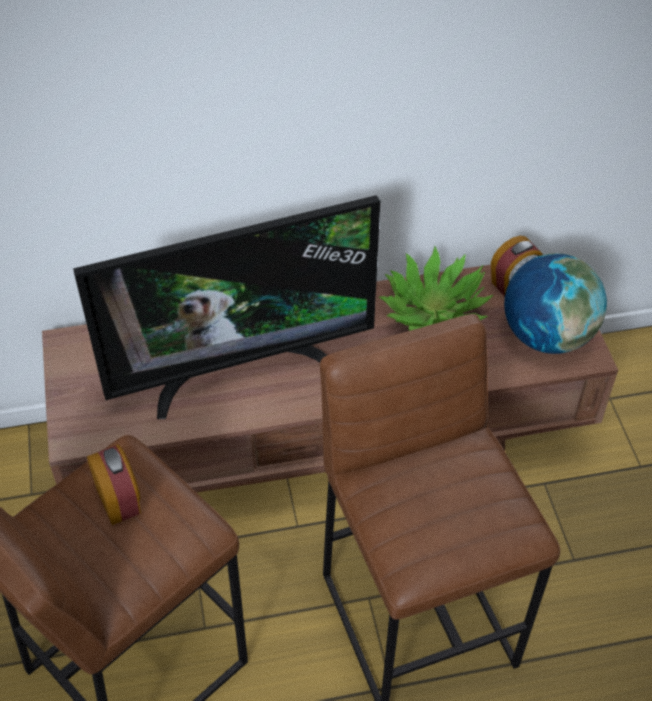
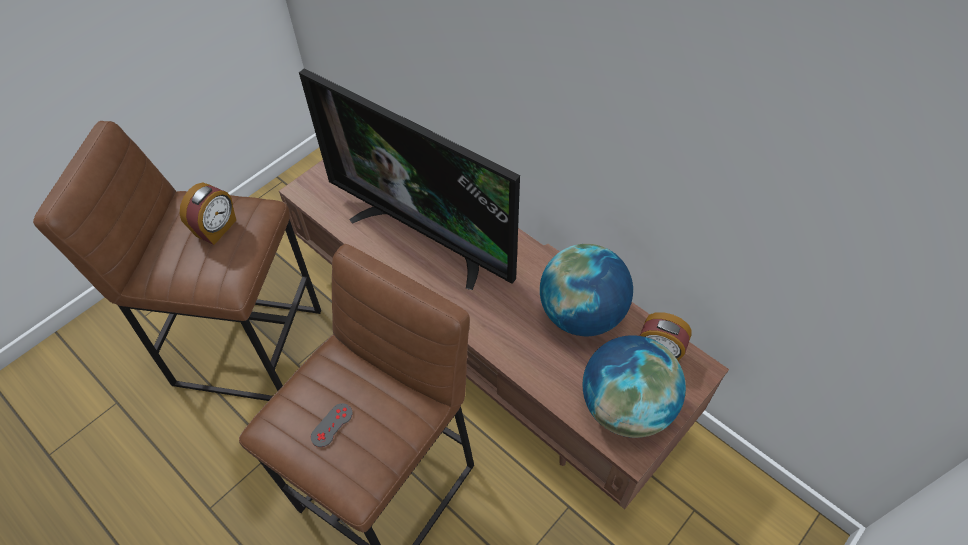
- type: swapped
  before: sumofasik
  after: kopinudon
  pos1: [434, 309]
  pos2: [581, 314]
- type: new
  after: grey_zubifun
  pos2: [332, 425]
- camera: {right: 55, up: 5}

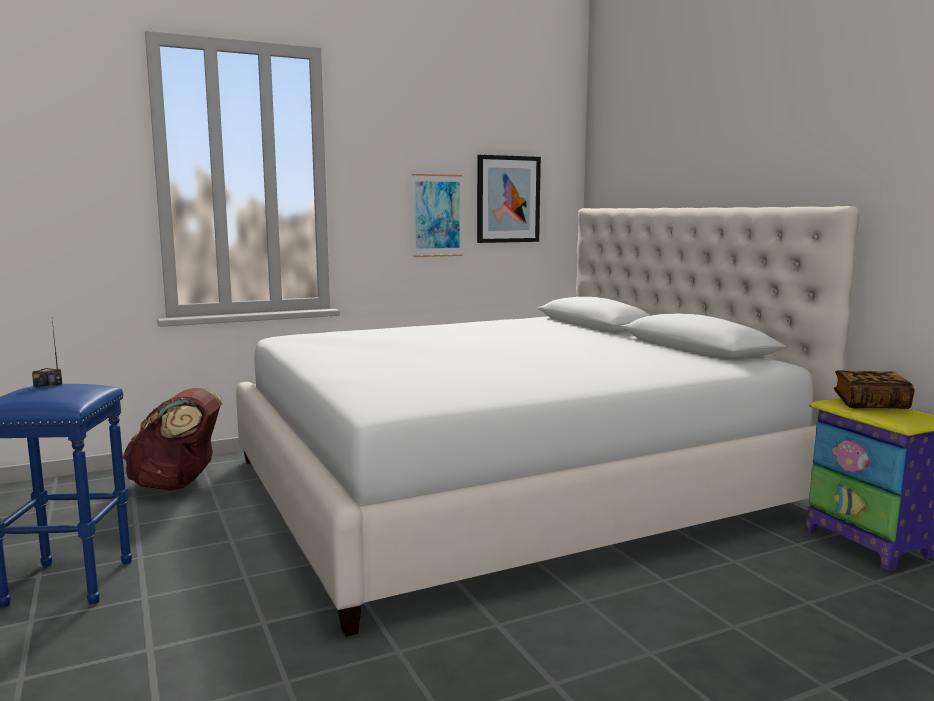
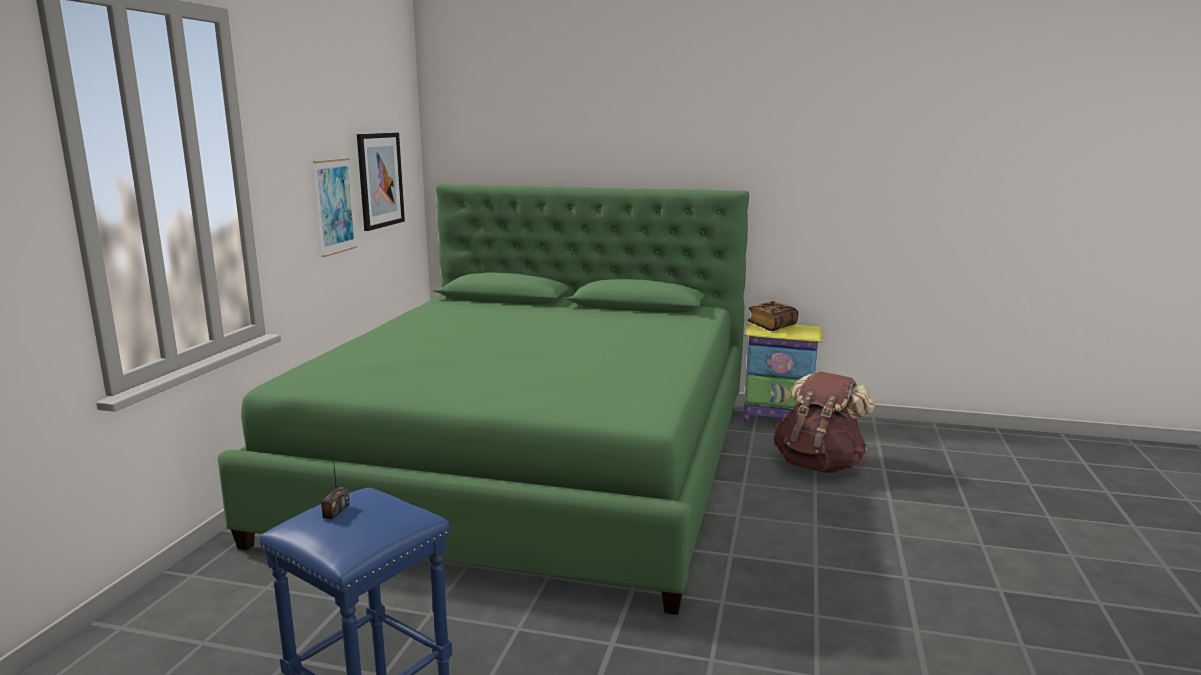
- type: shifted
  before: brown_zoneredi
  pos1: [178, 484]
  pos2: [819, 465]
- type: repainted
  before: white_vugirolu
  after: green_vugirolu
  pos1: [508, 485]
  pos2: [533, 464]
- camera: {right: -50, up: 5}

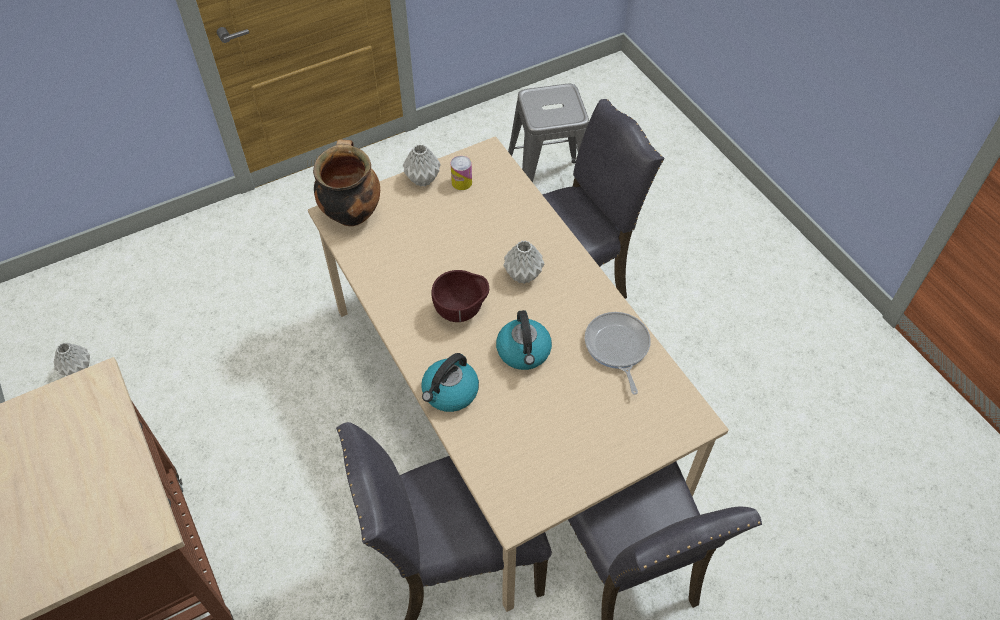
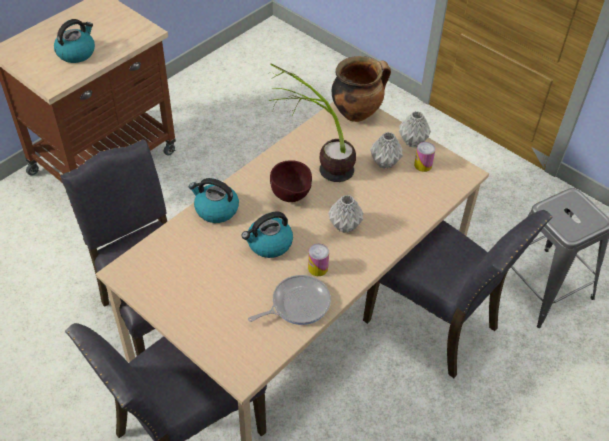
- type: shifted
  before: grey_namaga
  pos1: [78, 369]
  pos2: [385, 163]
- type: new
  after: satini
  pos2: [76, 52]
- type: new
  after: sumofasik
  pos2: [316, 165]
- type: new
  after: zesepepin
  pos2: [318, 268]
- camera: {right: 70, up: -5}

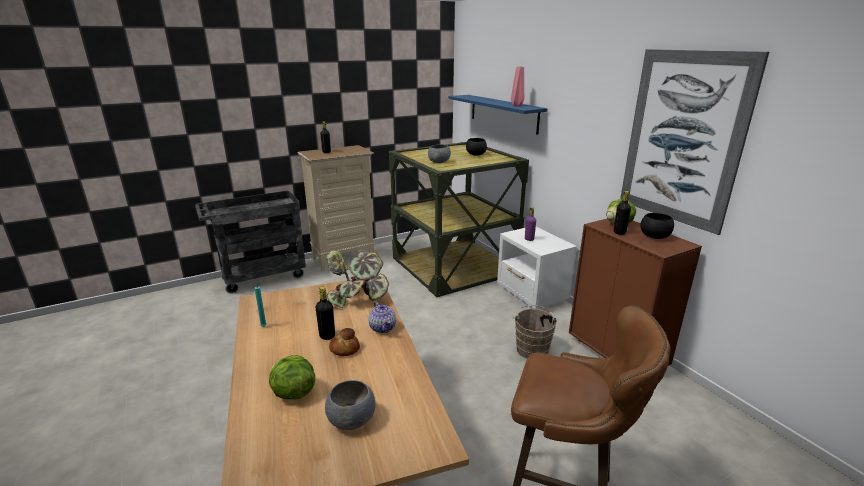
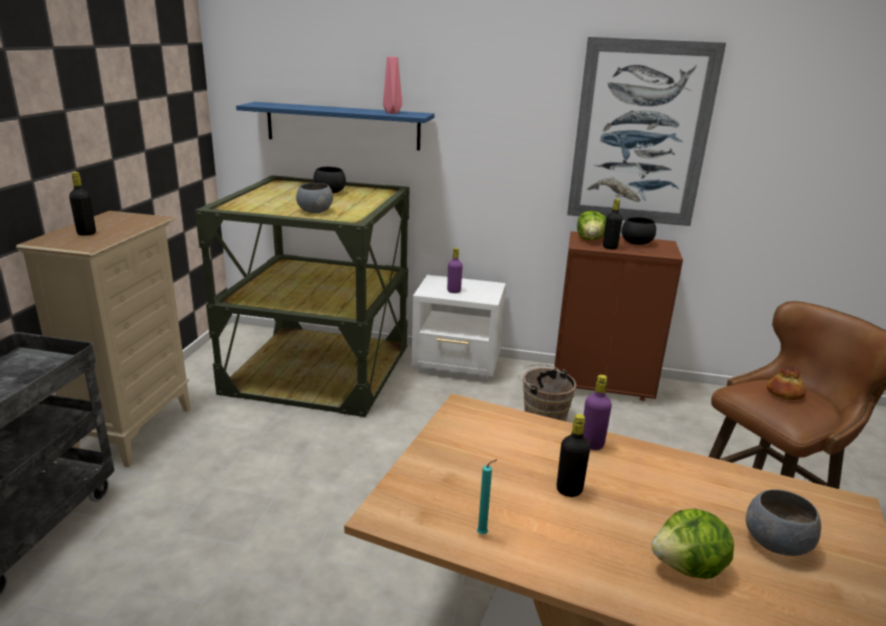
- type: gone
  before: sumofasik
  pos1: [358, 297]
- type: shifted
  before: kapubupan
  pos1: [344, 349]
  pos2: [785, 393]
- type: swapped
  before: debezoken
  after: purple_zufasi
  pos1: [383, 327]
  pos2: [592, 444]
- camera: {right: -50, up: 0}

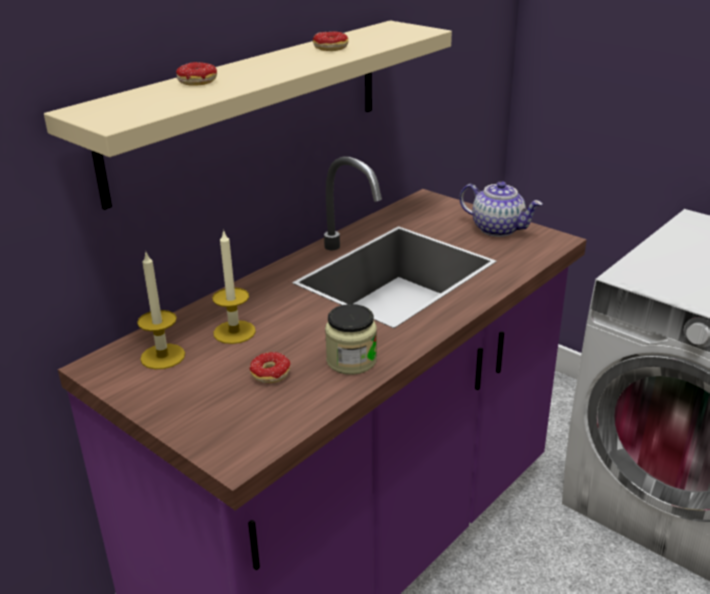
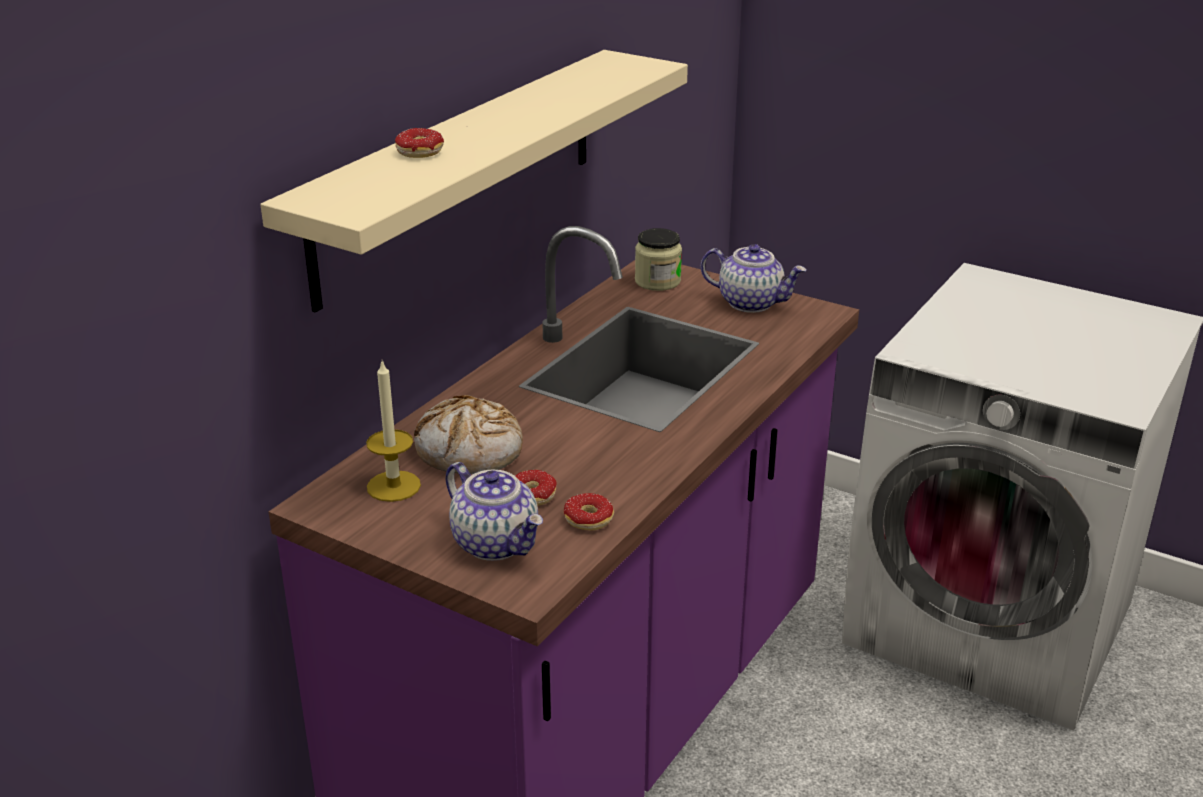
- type: swapped
  before: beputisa
  after: kapubupan
  pos1: [234, 332]
  pos2: [470, 451]
- type: shifted
  before: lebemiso
  pos1: [326, 49]
  pos2: [583, 524]
- type: shifted
  before: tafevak
  pos1: [351, 361]
  pos2: [657, 281]
- type: new
  after: debezoken
  pos2: [497, 543]
- camera: {right: -10, up: 0}

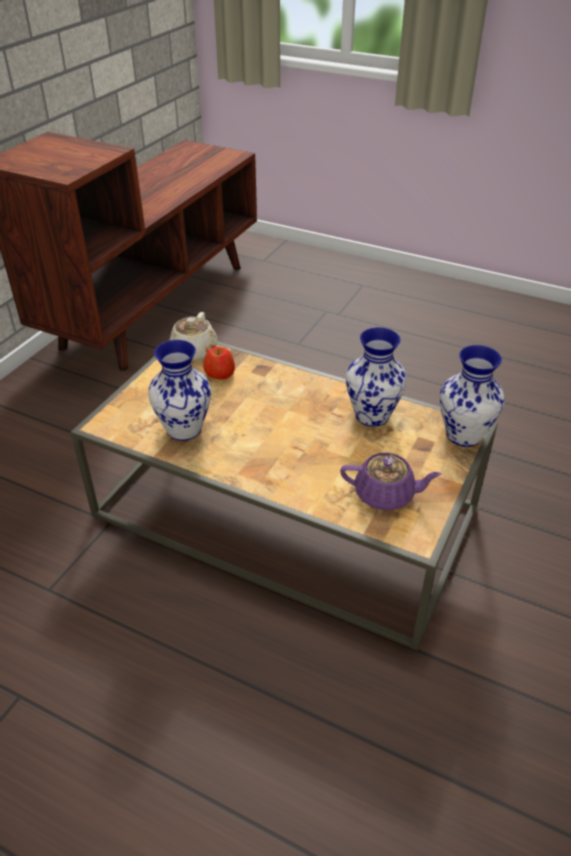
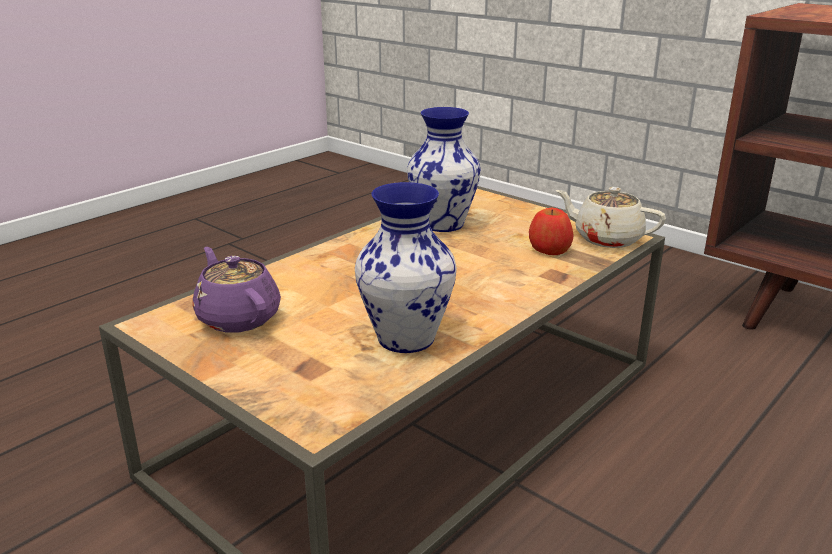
- type: rotated
  before: purple_debezoken
  pos1: [385, 495]
  pos2: [238, 317]
  turn: 120
- type: gone
  before: namaga
  pos1: [463, 435]
- camera: {right: 105, up: -15}

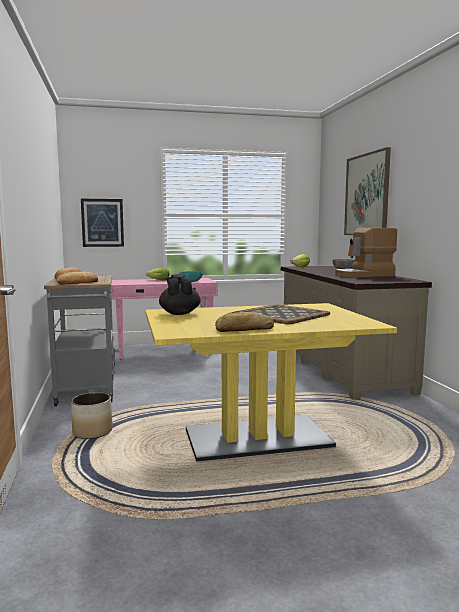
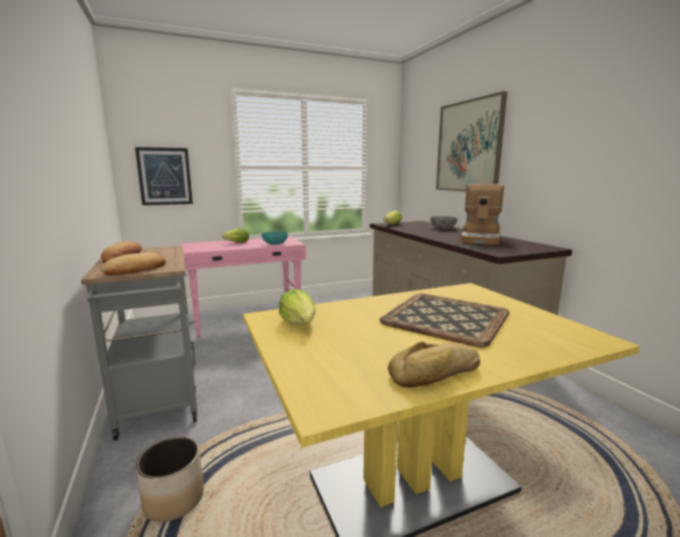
- type: swapped
  before: black_debezoken
  after: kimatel
  pos1: [179, 313]
  pos2: [299, 323]
- type: rotated
  before: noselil
  pos1: [364, 275]
  pos2: [481, 239]
  turn: -45
- camera: {right: -10, up: 5}

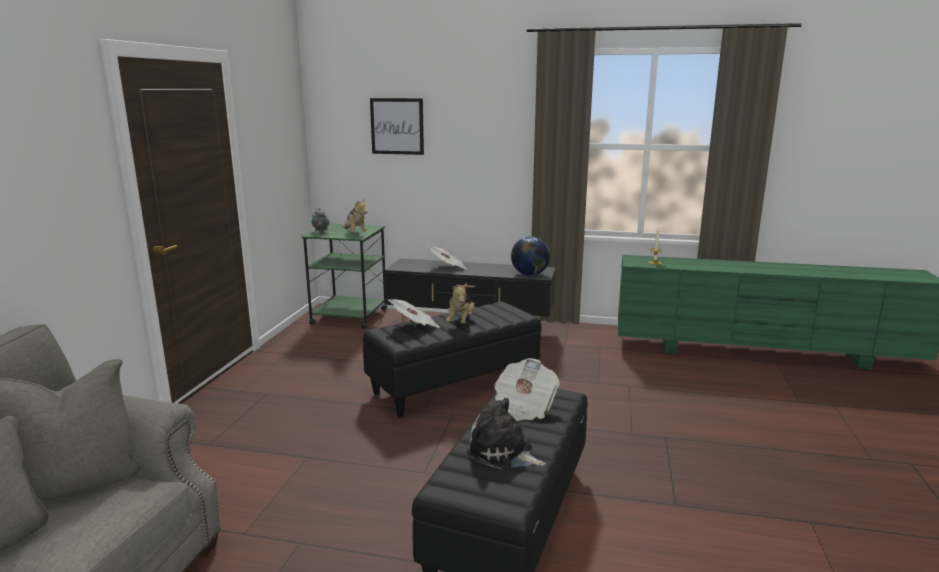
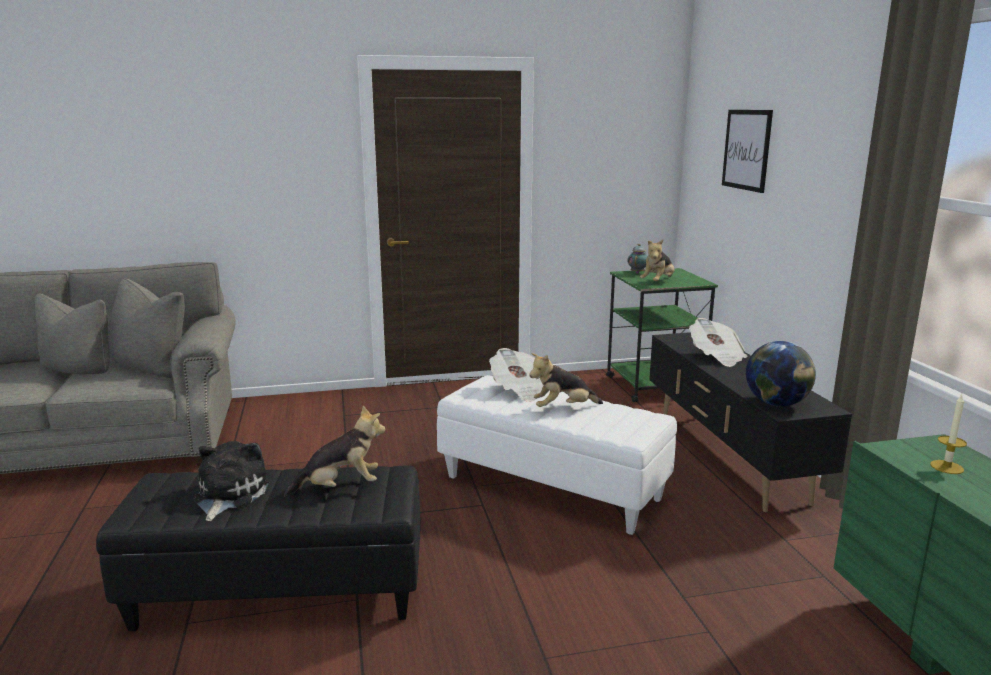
- type: repainted
  before: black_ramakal
  after: white_ramakal
  pos1: [454, 385]
  pos2: [552, 488]
- type: swapped
  before: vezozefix
  after: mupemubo
  pos1: [523, 407]
  pos2: [341, 487]
- camera: {right: 65, up: 0}

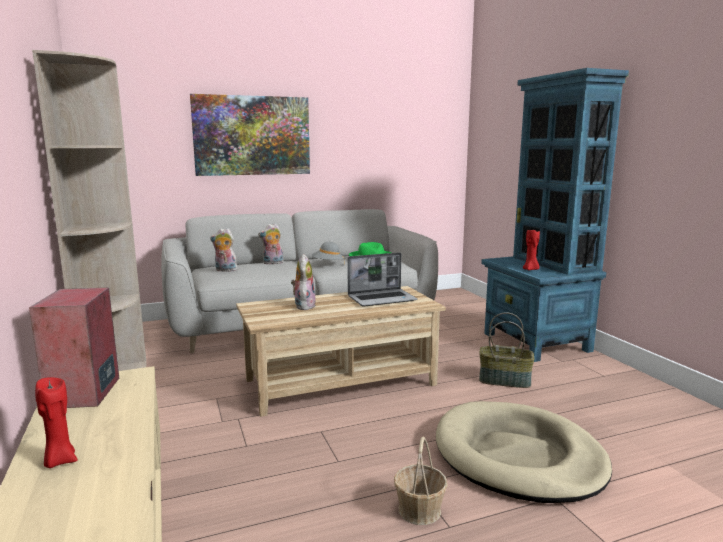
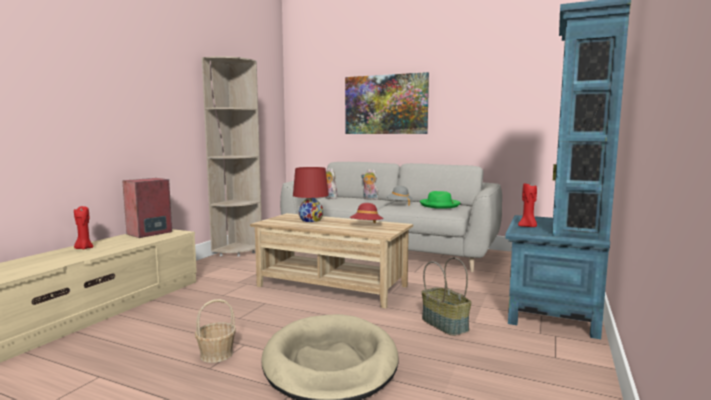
- type: swapped
  before: mupemubo
  after: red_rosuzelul
  pos1: [303, 306]
  pos2: [311, 220]
- type: swapped
  before: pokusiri
  after: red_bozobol
  pos1: [382, 299]
  pos2: [366, 226]
- camera: {right: 45, up: -5}

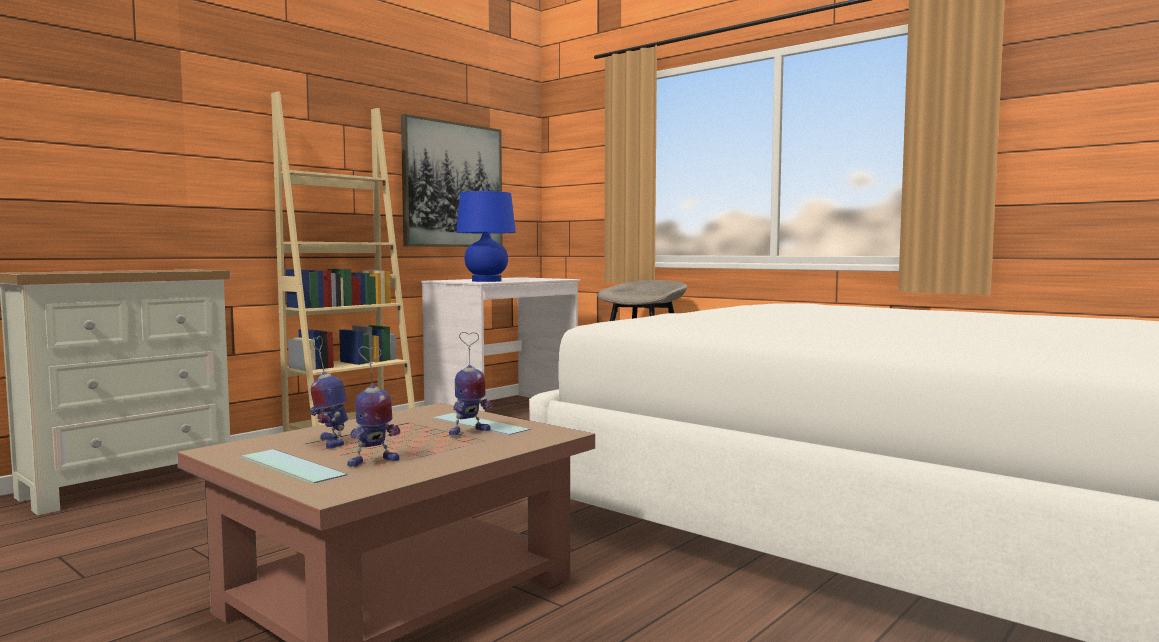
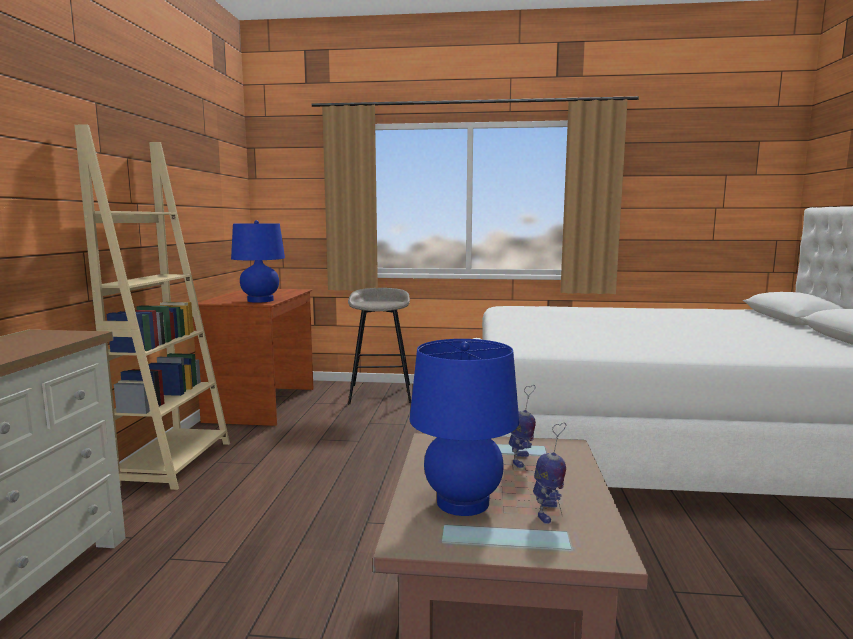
- type: swapped
  before: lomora
  after: blue_rosuzelul
  pos1: [330, 442]
  pos2: [463, 502]
- type: gone
  before: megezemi
  pos1: [452, 185]
- type: repainted
  before: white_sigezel
  after: brown_sigezel
  pos1: [504, 409]
  pos2: [263, 404]
- camera: {right: -35, up: 5}

